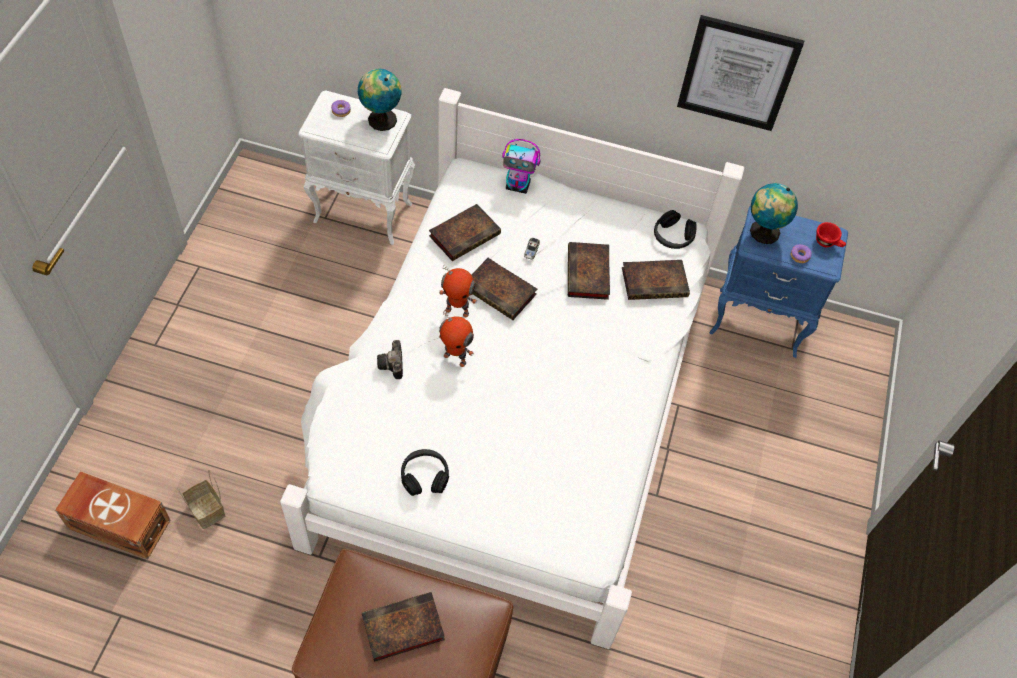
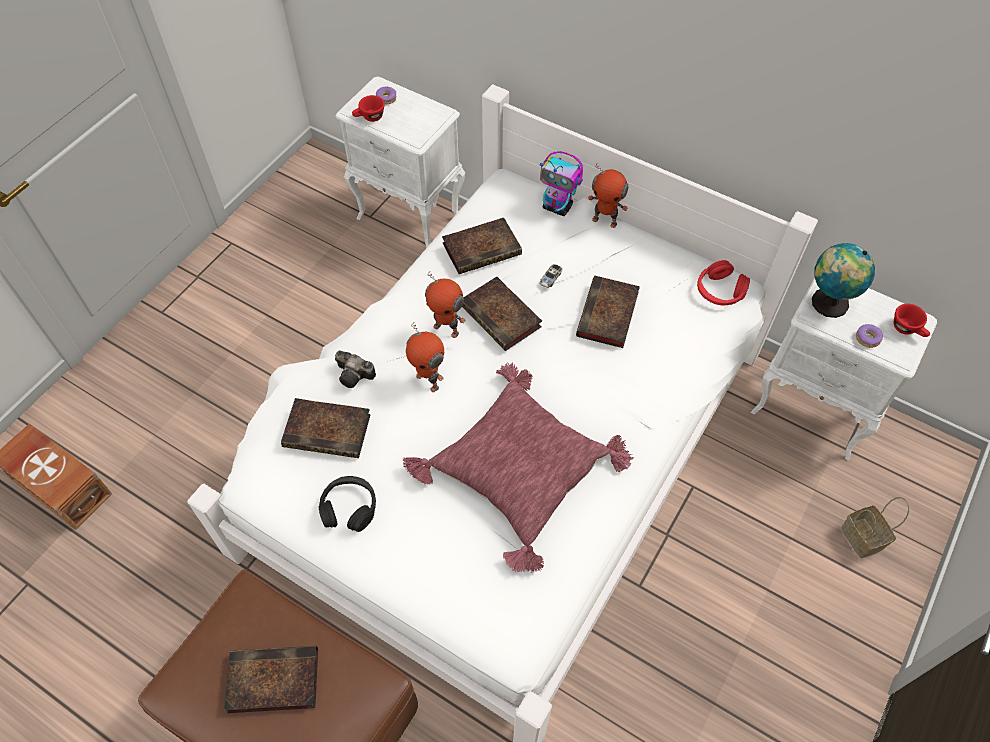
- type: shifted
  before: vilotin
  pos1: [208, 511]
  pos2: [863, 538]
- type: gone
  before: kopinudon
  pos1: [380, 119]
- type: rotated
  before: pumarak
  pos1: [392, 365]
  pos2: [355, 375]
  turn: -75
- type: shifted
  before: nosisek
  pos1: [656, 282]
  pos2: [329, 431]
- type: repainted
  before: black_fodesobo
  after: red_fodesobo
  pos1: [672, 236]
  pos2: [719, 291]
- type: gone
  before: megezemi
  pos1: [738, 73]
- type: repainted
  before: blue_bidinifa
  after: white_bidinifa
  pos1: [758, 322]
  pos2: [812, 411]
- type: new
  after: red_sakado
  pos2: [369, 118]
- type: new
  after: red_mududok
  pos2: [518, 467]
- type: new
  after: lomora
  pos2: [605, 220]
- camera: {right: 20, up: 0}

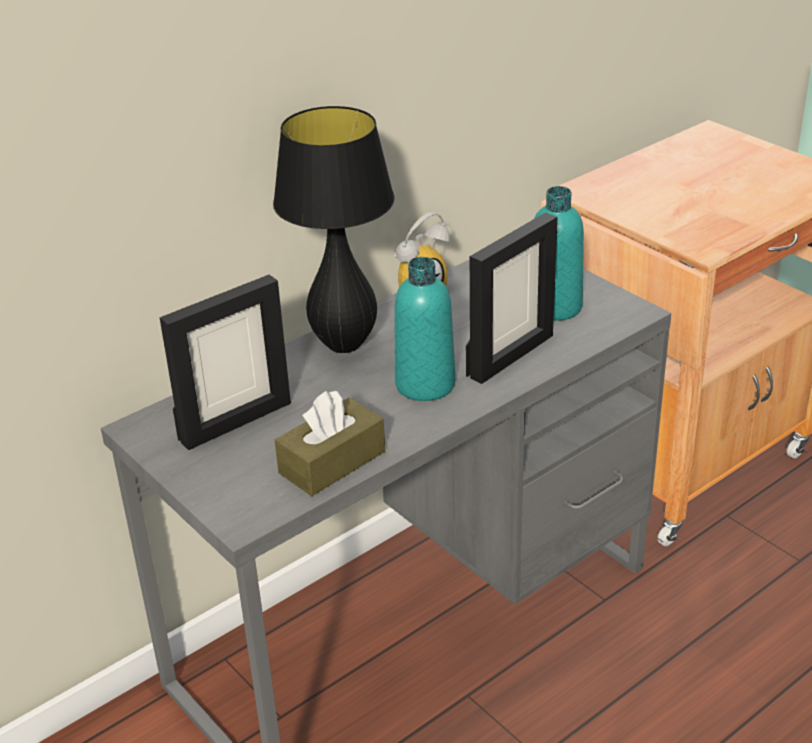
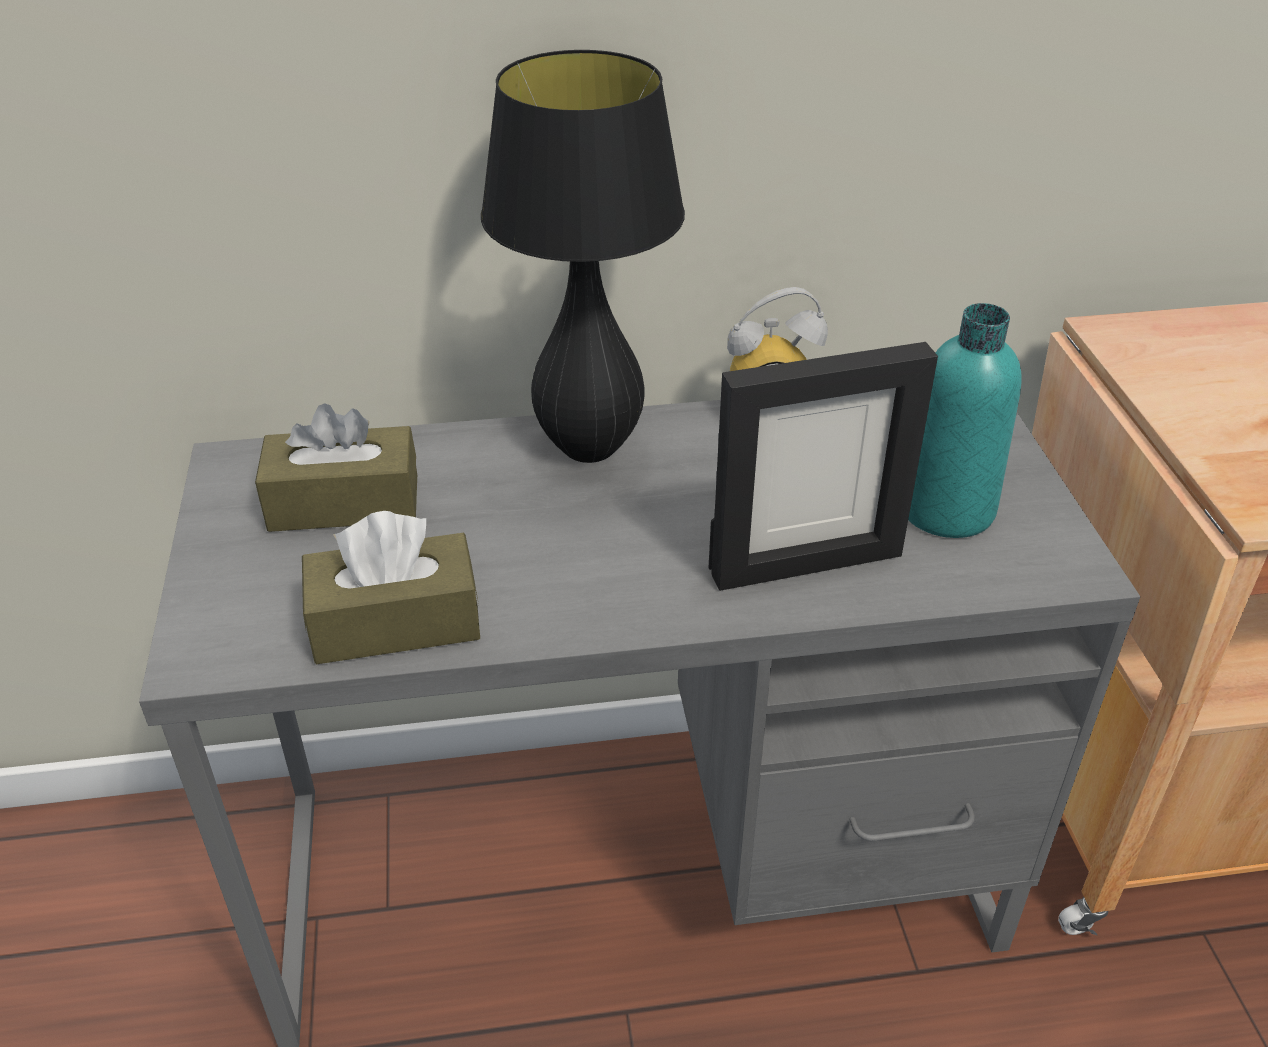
- type: swapped
  before: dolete
  after: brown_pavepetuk
  pos1: [235, 421]
  pos2: [344, 503]
- type: gone
  before: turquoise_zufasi
  pos1: [425, 384]
- camera: {right: 30, up: 5}

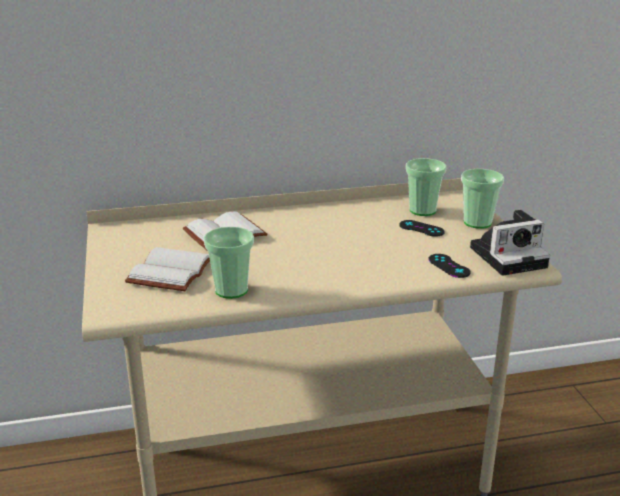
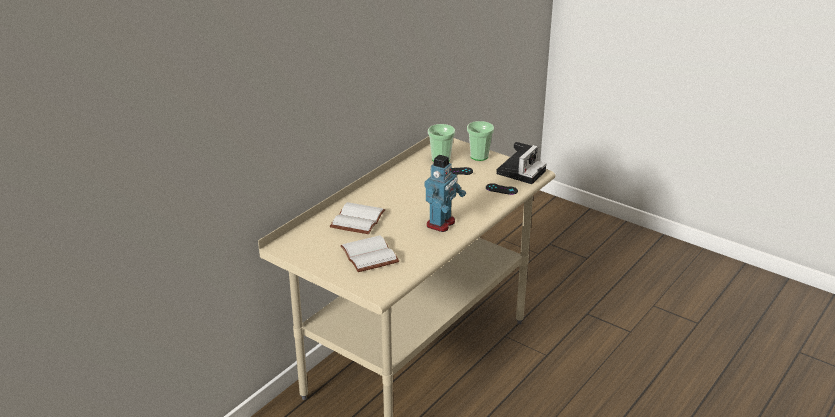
- type: gone
  before: sakado
  pos1: [231, 290]
- type: new
  after: lomora
  pos2: [441, 224]
- camera: {right: -40, up: 5}

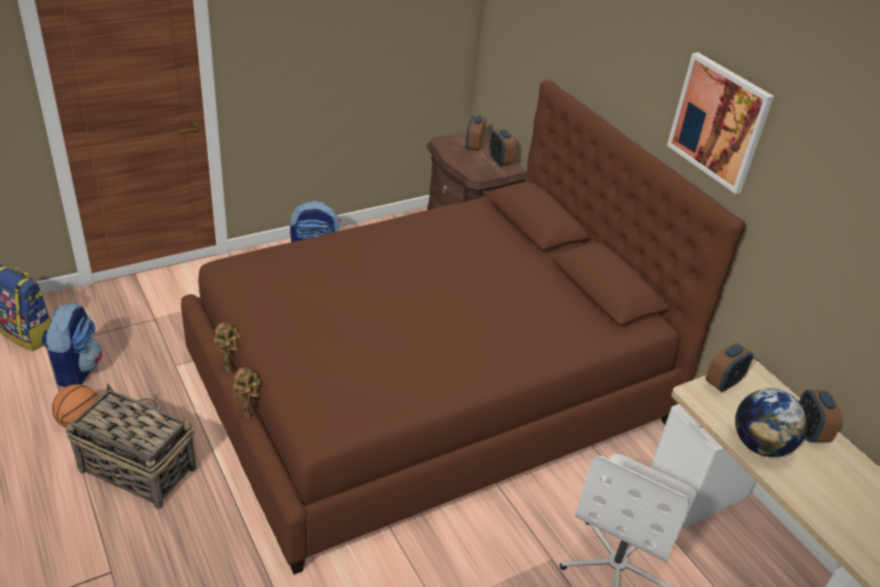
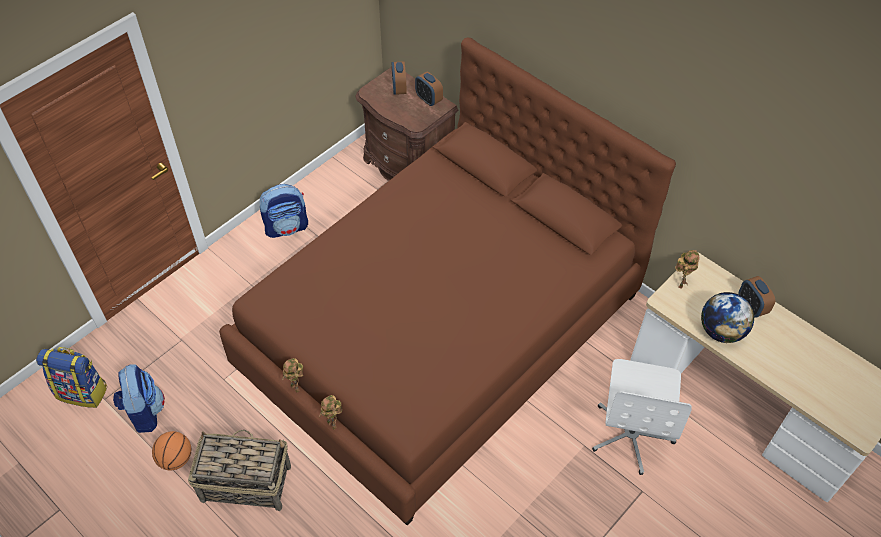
- type: gone
  before: megezemi
  pos1: [719, 122]
- type: swapped
  before: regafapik
  after: lomora
  pos1: [723, 383]
  pos2: [681, 283]
- camera: {right: -15, up: 15}

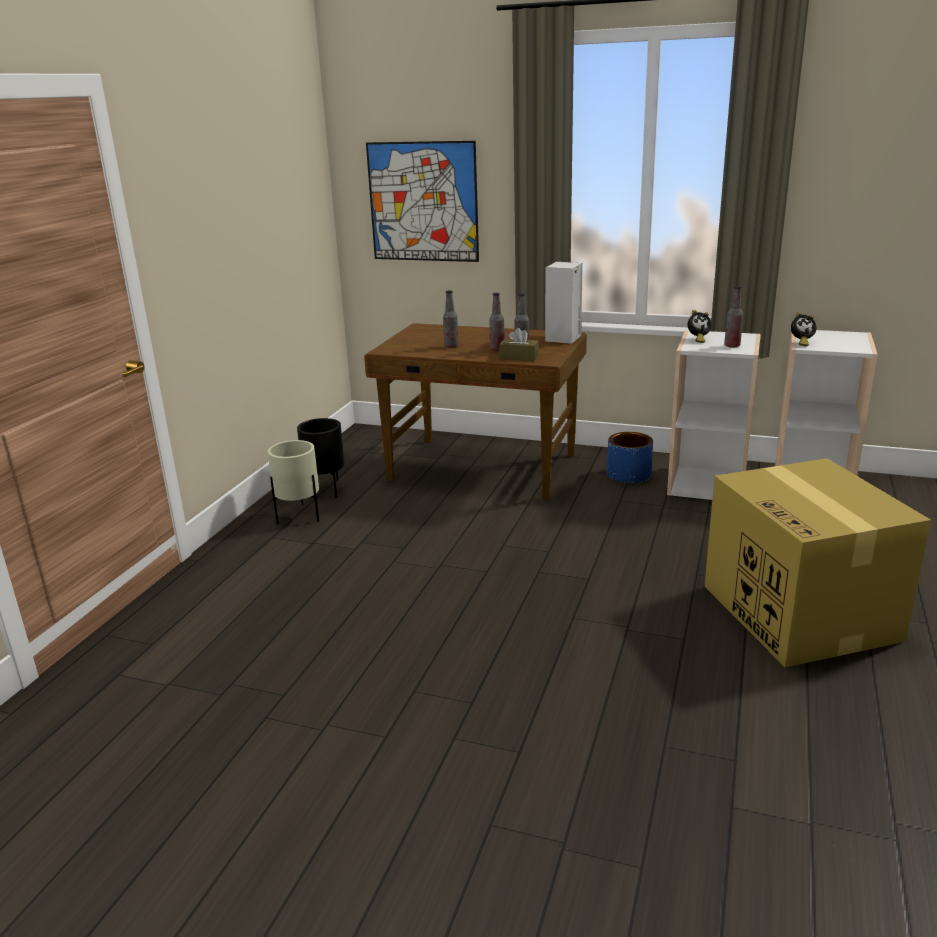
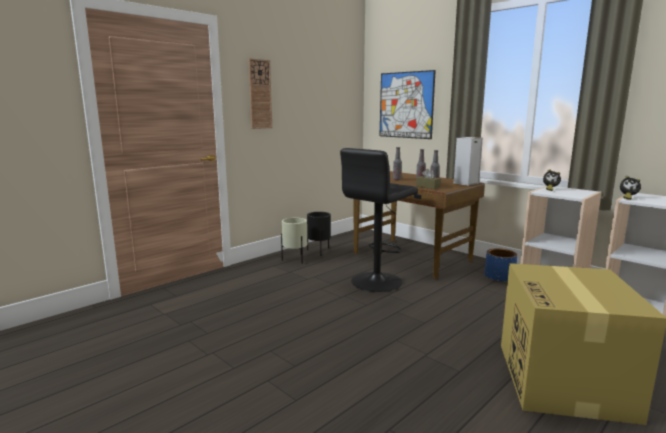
- type: gone
  before: zufasi
  pos1: [732, 346]
- type: new
  after: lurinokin
  pos2: [260, 94]
- type: new
  after: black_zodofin
  pos2: [375, 282]
- camera: {right: 25, up: -10}

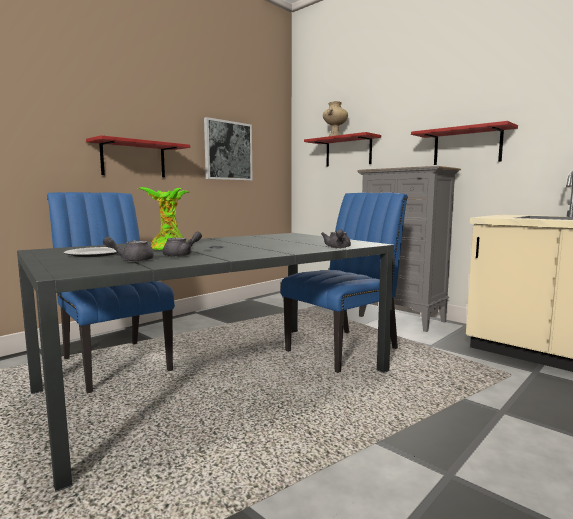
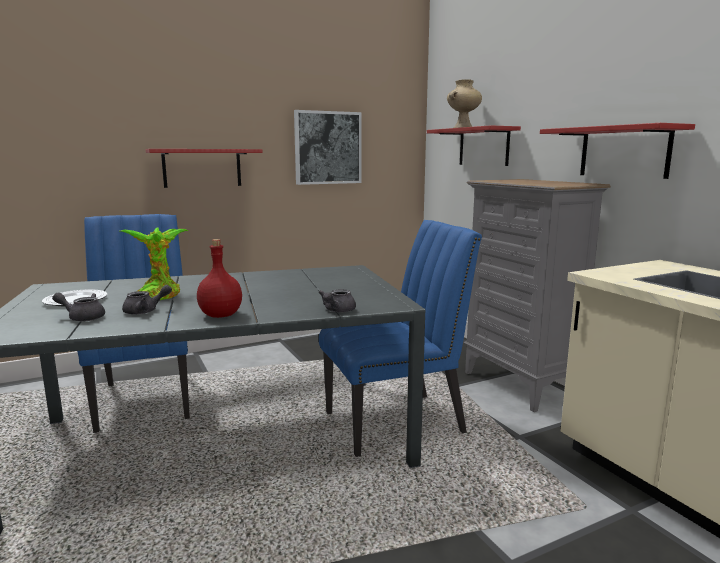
- type: new
  after: red_zufasi
  pos2: [220, 315]
- camera: {right: 20, up: 5}

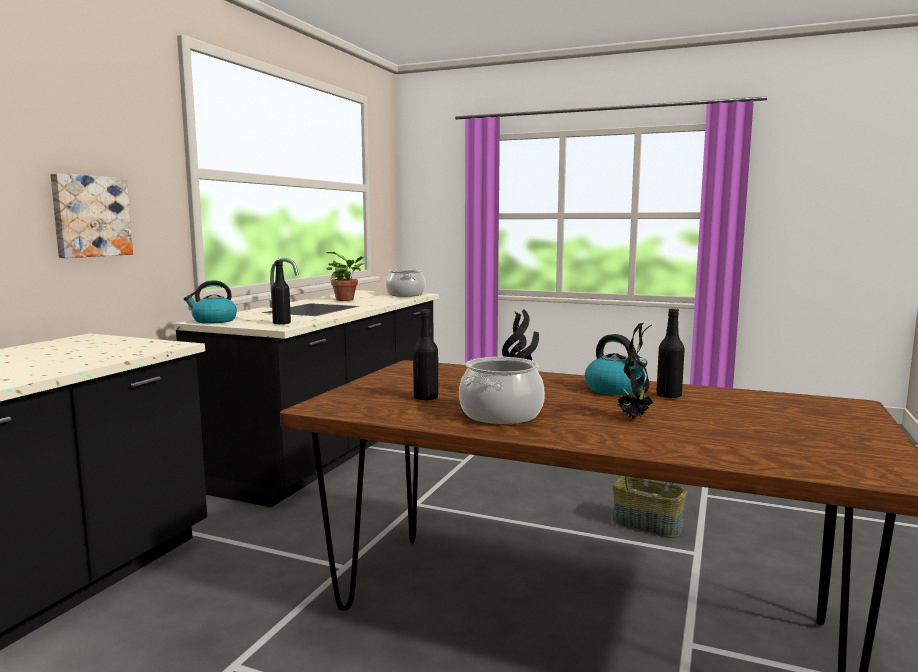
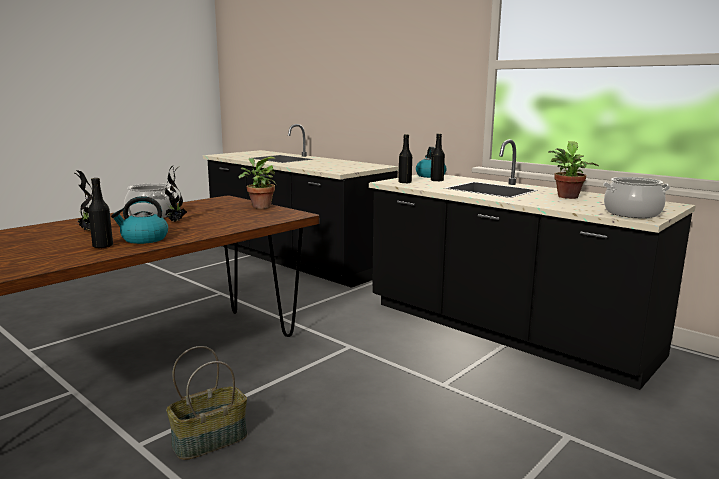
- type: gone
  before: megezemi
  pos1: [90, 216]
- type: shifted
  before: black_zufasi
  pos1: [426, 398]
  pos2: [437, 180]
- type: new
  after: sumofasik
  pos2: [259, 206]
- camera: {right: 110, up: 5}

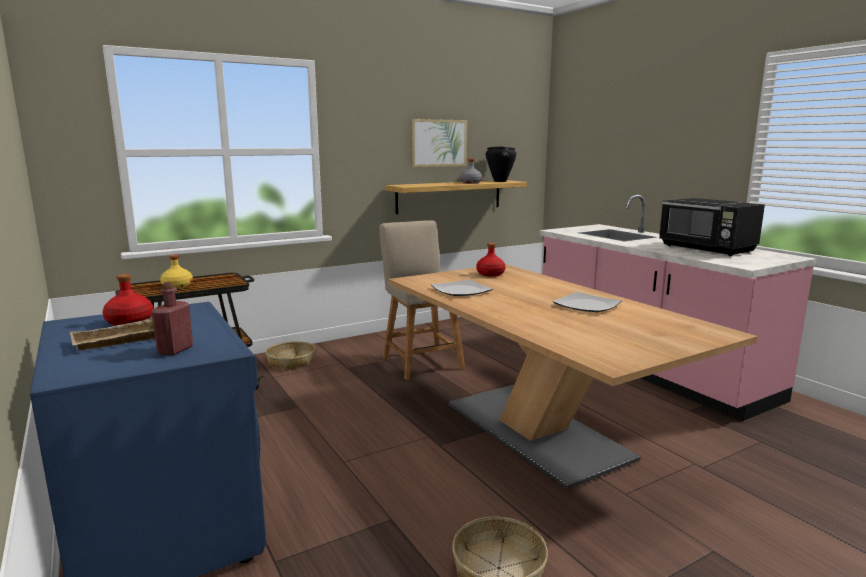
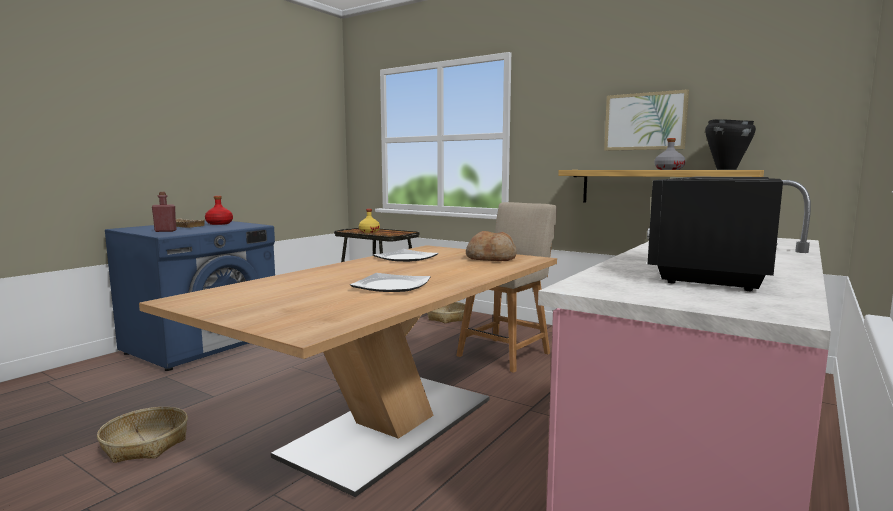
- type: swapped
  before: red_zufasi
  after: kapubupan
  pos1: [490, 274]
  pos2: [491, 258]
- camera: {right: 65, up: -5}

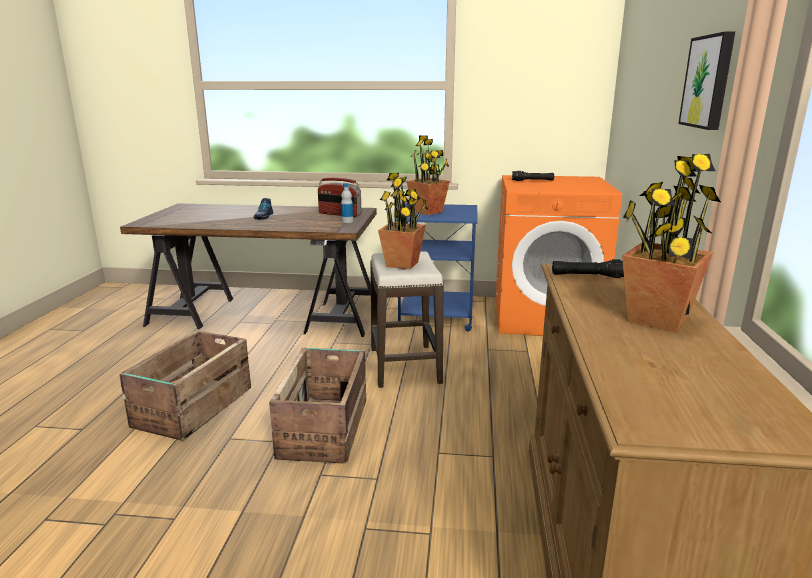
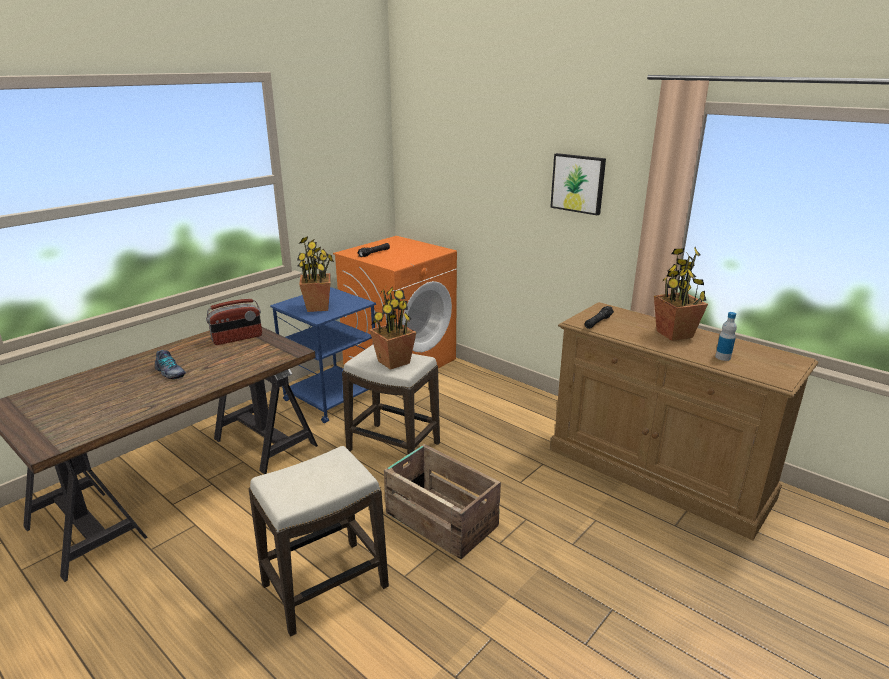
- type: swapped
  before: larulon
  after: zodofin
  pos1: [192, 408]
  pos2: [325, 586]
- type: shifted
  before: zufasi
  pos1: [347, 221]
  pos2: [723, 357]
- camera: {right: -55, up: 5}

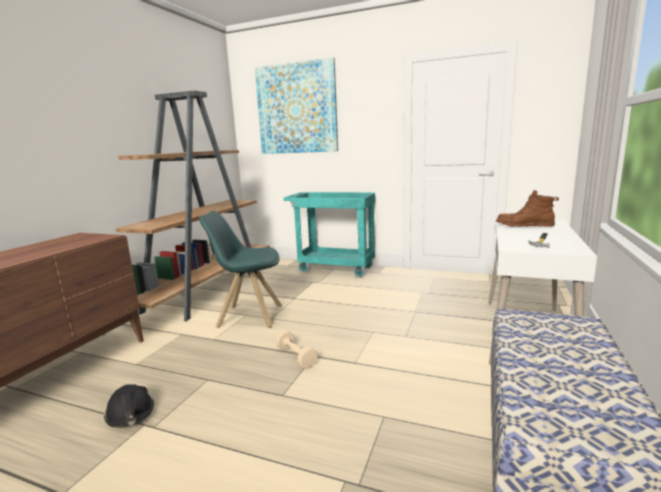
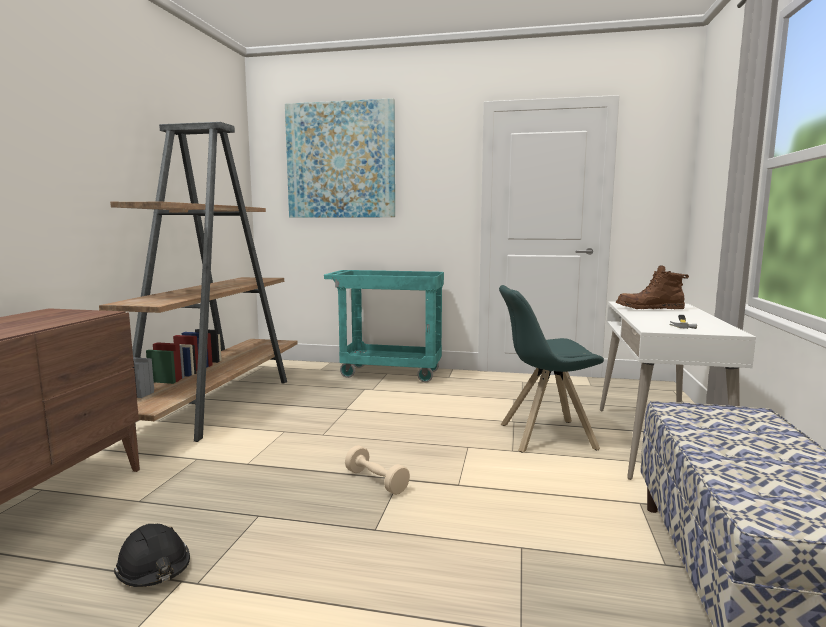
- type: shifted
  before: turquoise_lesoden
  pos1: [249, 316]
  pos2: [546, 436]
- camera: {right: -10, up: -5}

